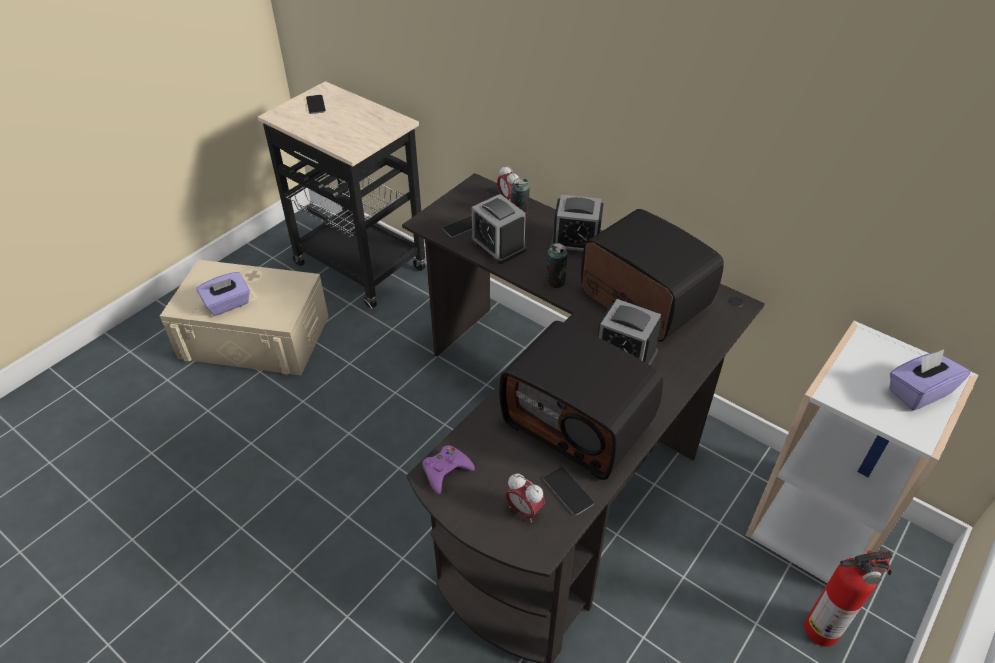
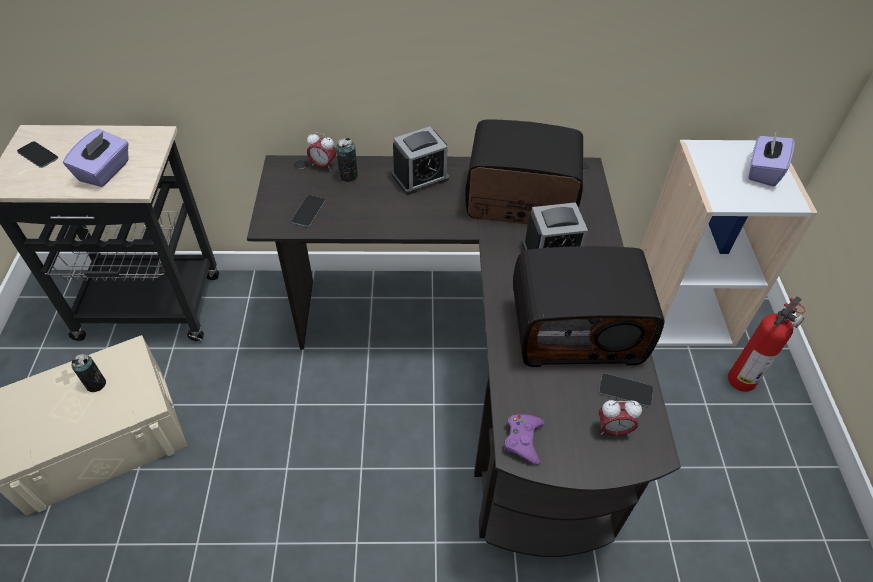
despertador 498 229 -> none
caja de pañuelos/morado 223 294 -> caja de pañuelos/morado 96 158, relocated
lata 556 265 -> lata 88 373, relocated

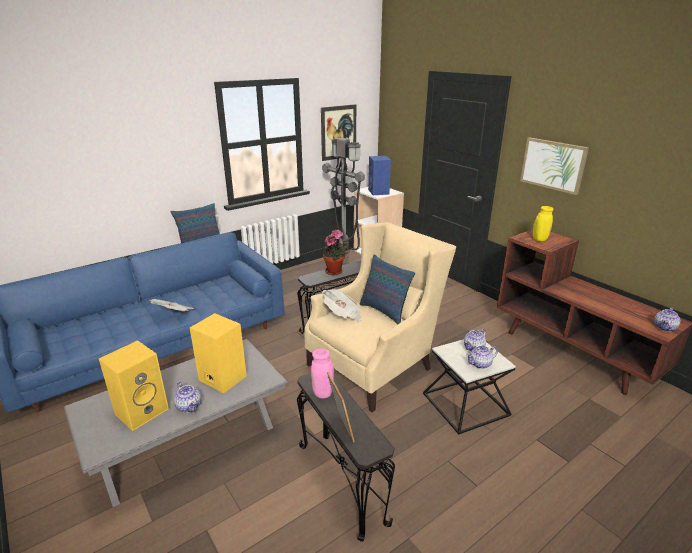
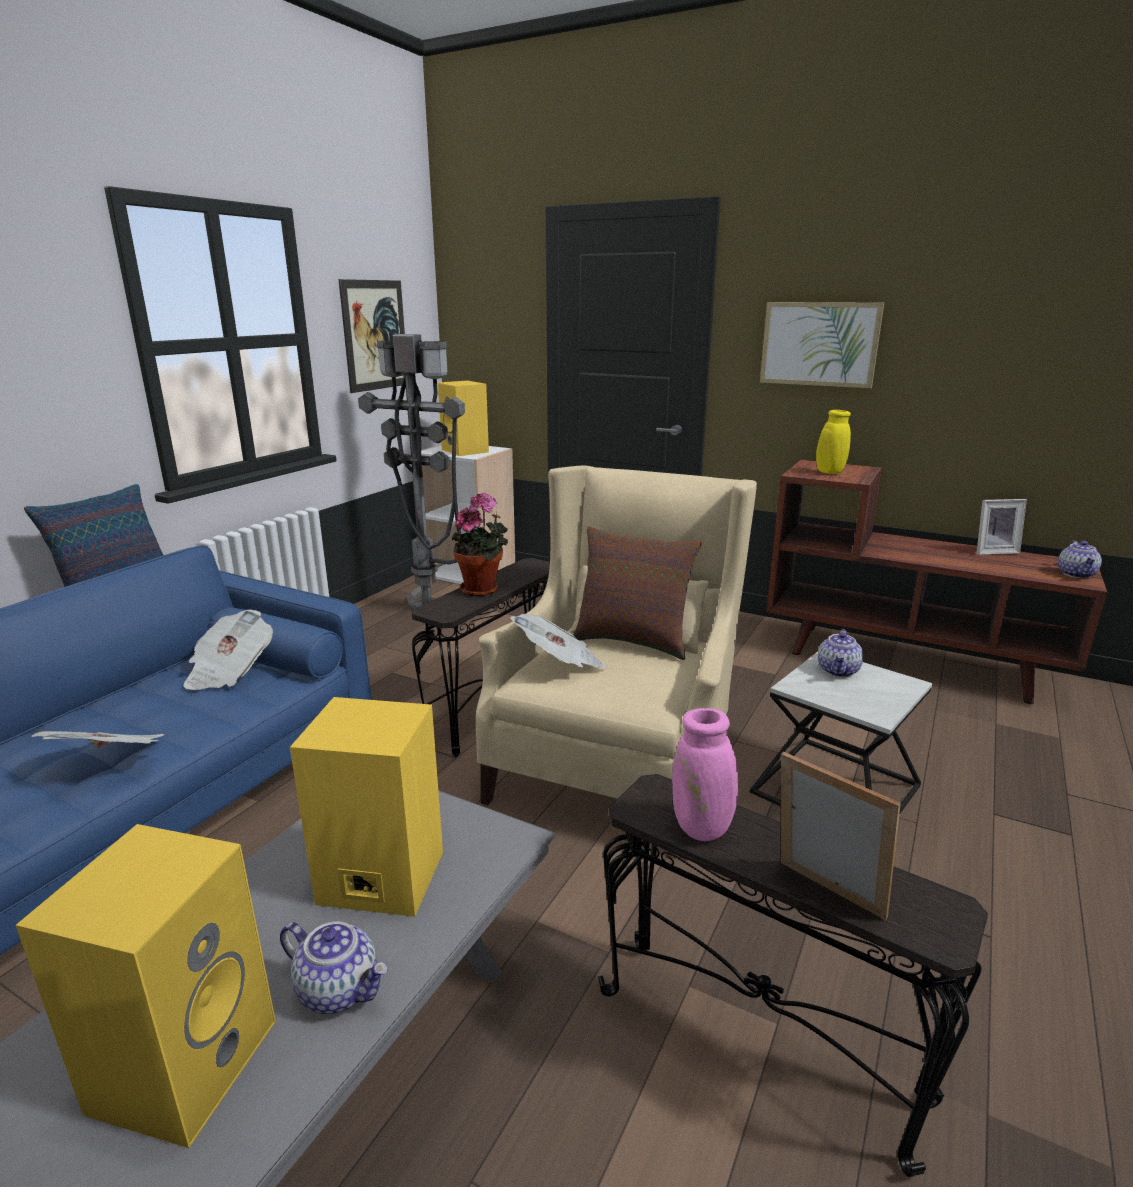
tetera 482 357 -> none
none -> periódico 228 650
none -> portarretratos 1001 527
cojín/azul 387 289 -> cojín/marrón 637 593
altavoz/azul 379 175 -> altavoz/amarillo 463 418

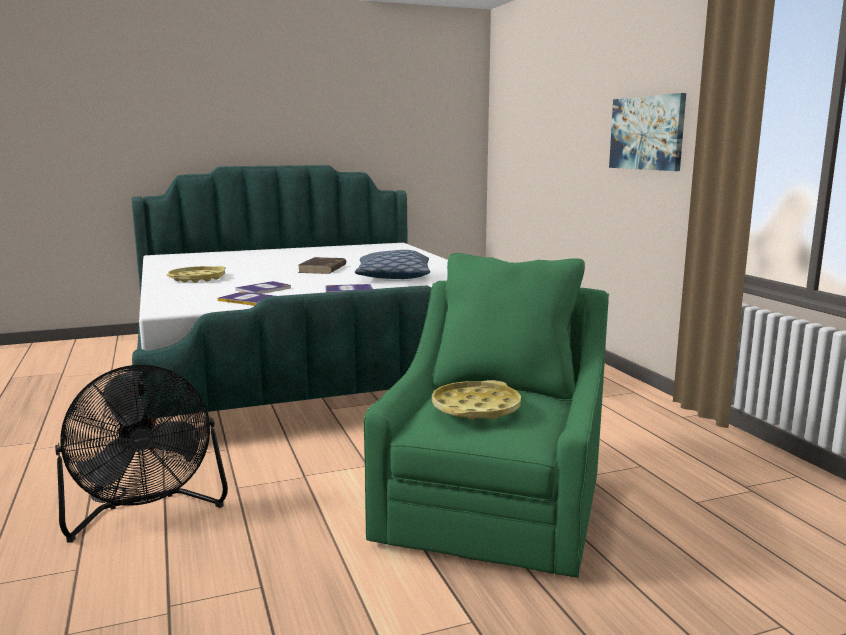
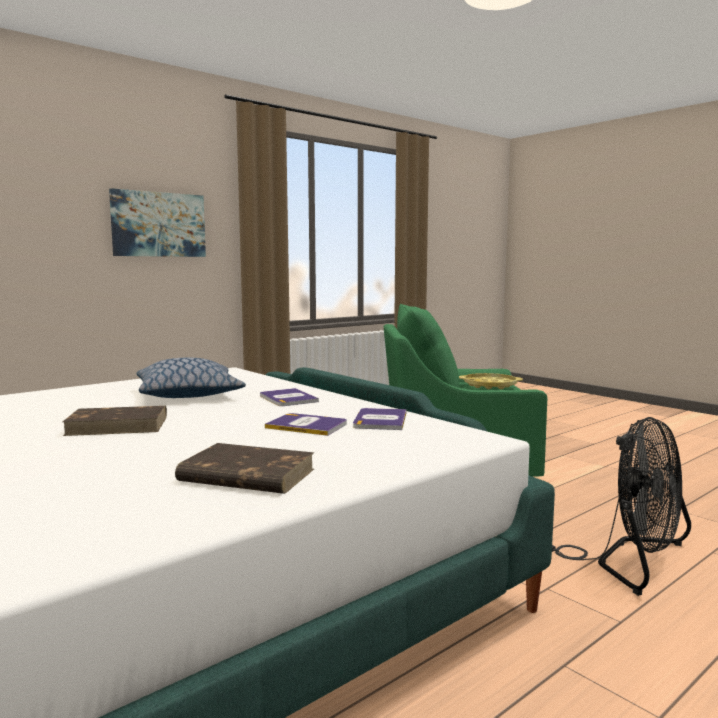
bandeja/amarillo 196 274 -> libro/marrón 244 468
ventilador/negro 141 453 -> ventilador/negro 621 506, 90 degrees clockwise

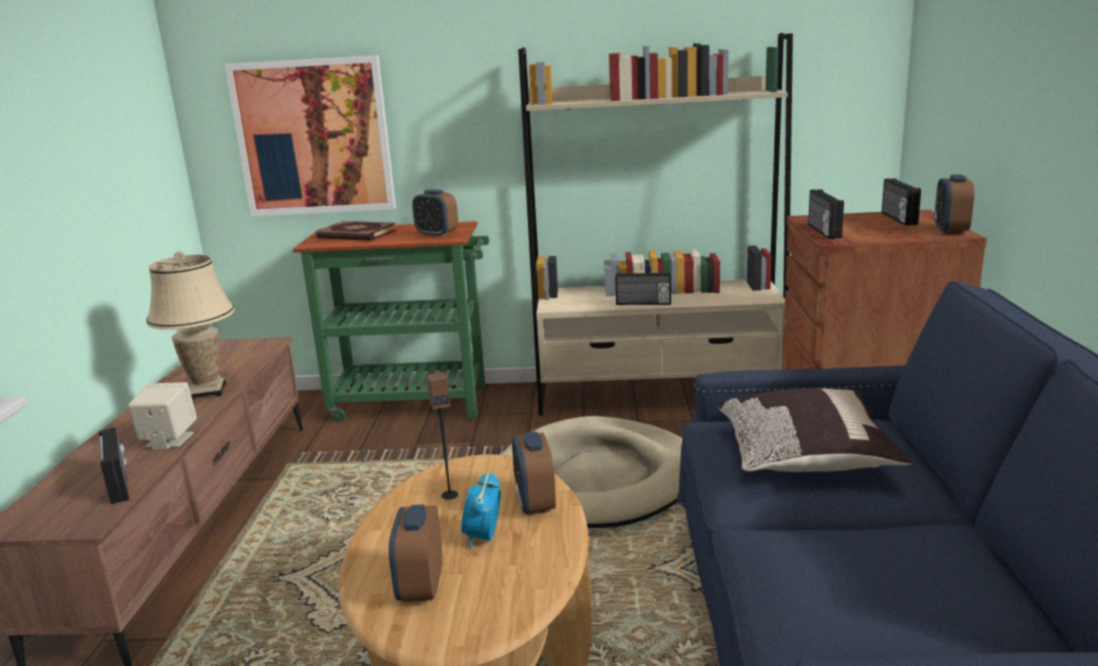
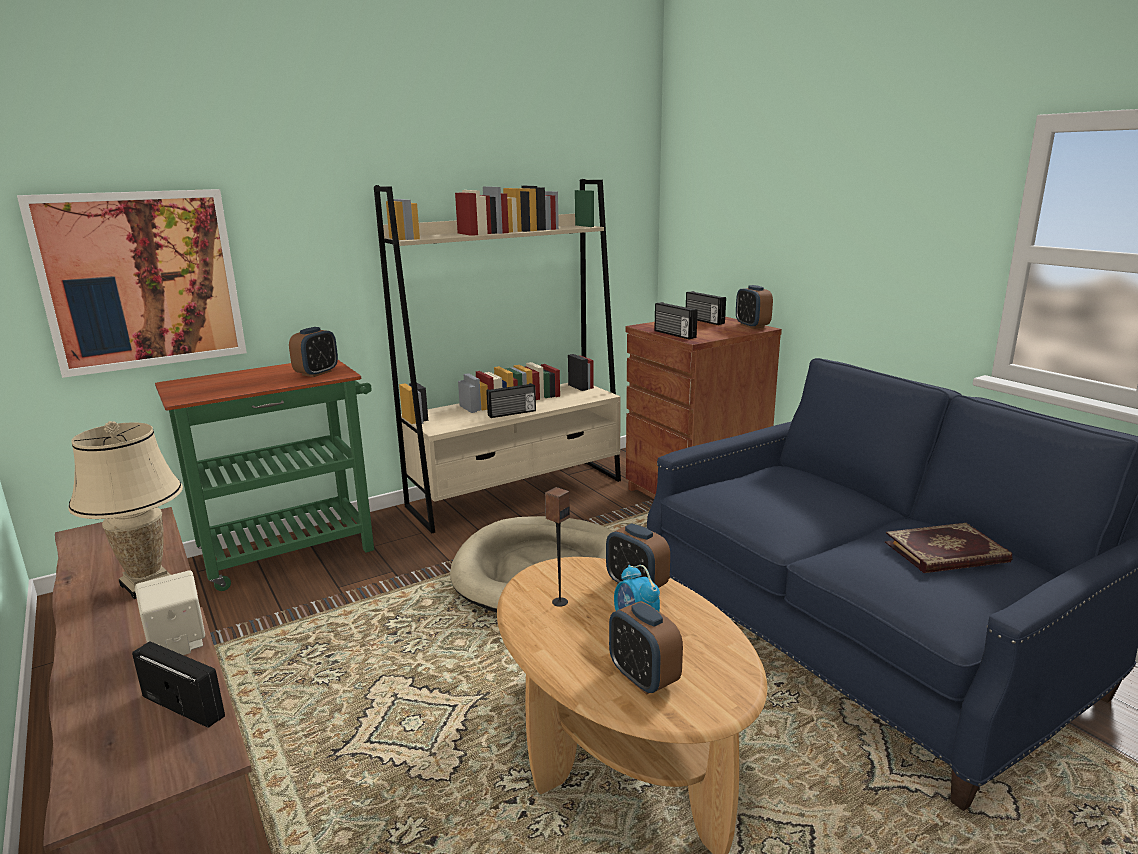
cojín 815 430 -> none
libro 356 231 -> libro 948 548, relocated
despertador 435 213 -> despertador 313 352, 60 degrees counterclockwise

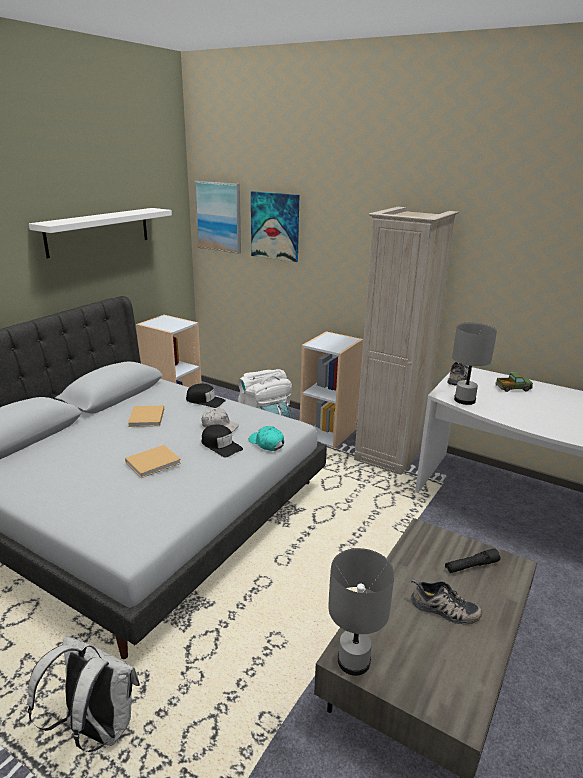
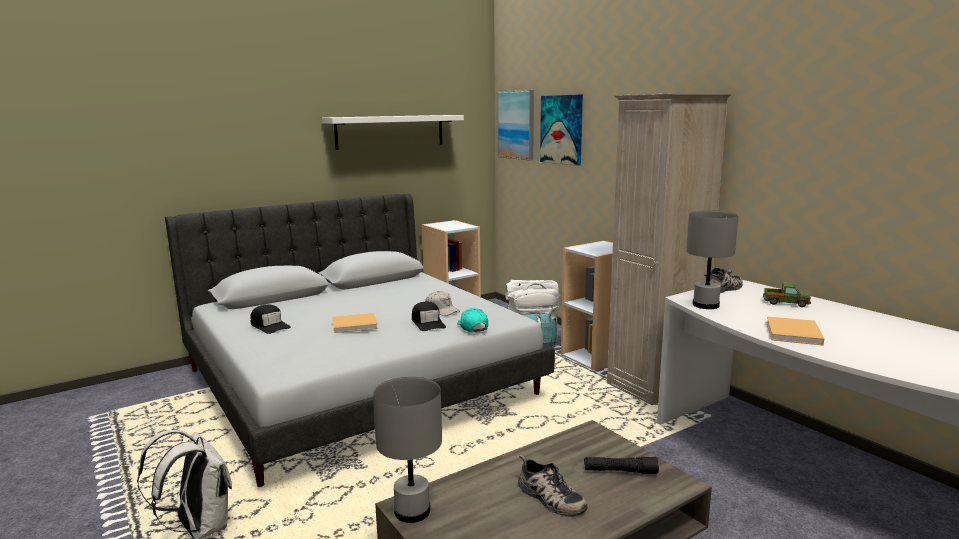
libro/beis 146 416 -> libro/beis 795 331, relocated
gorra/negro 206 395 -> gorra/negro 270 319, relocated

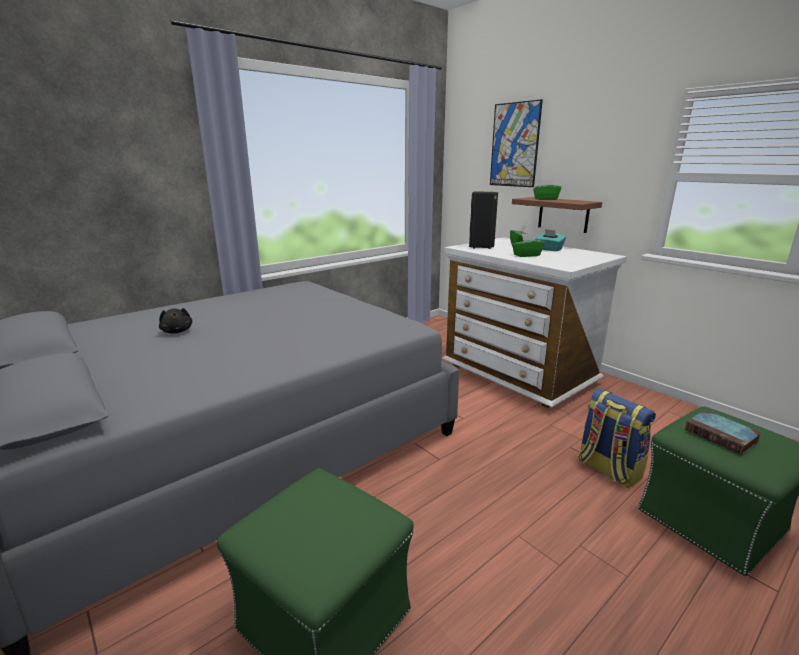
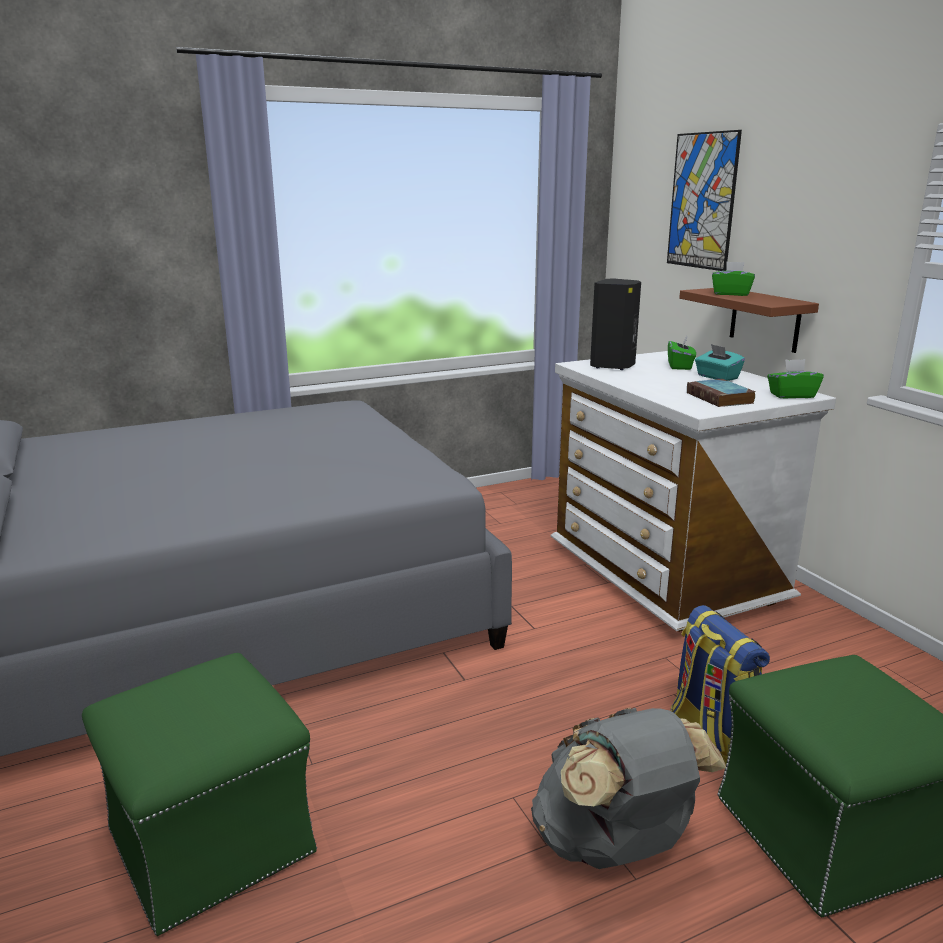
peluche/negro 175 320 -> none
none -> mochila/gris 628 788
caja de pañuelos/verde 528 245 -> caja de pañuelos/verde 795 378, relocated
libro 723 432 -> libro 721 393, relocated

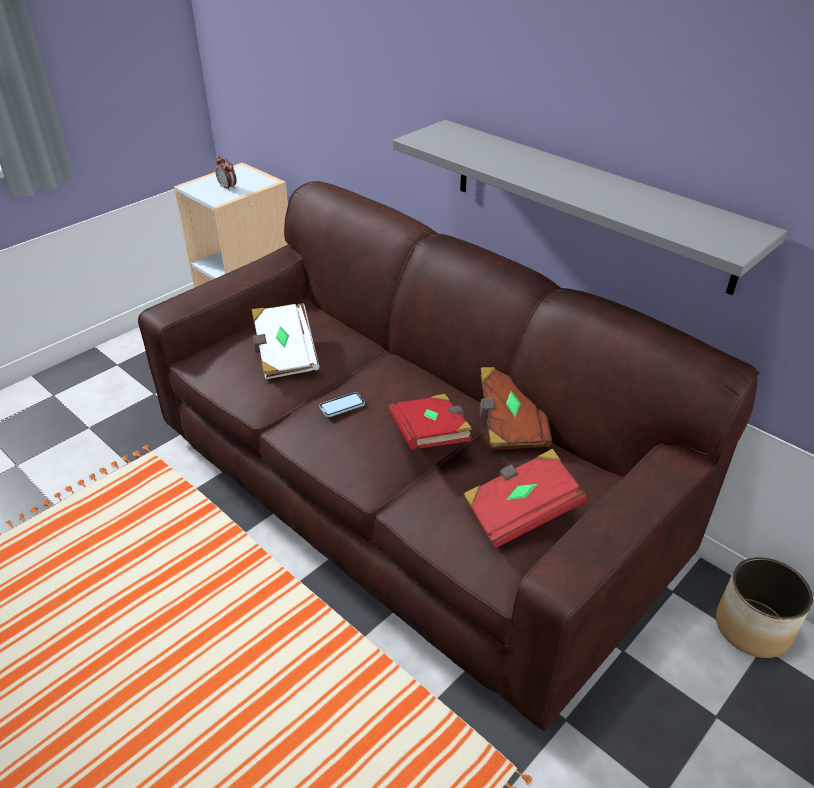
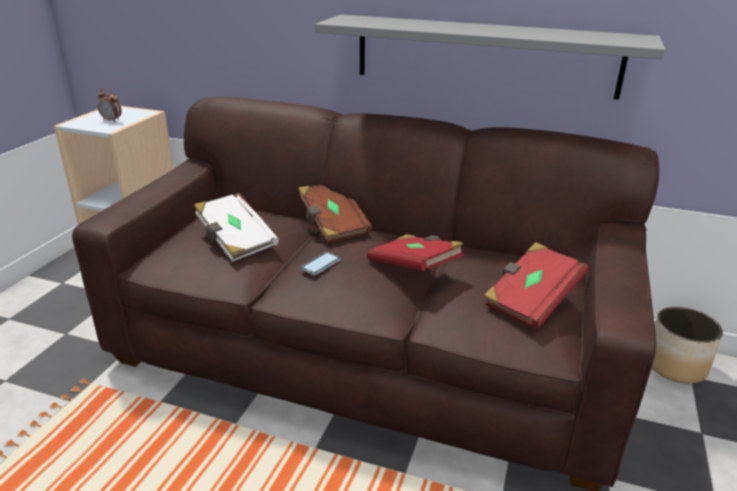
libro/marrón 516 408 -> libro/marrón 335 214, relocated

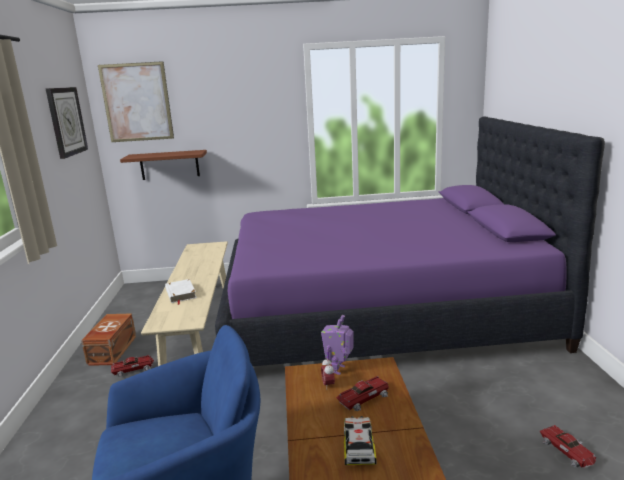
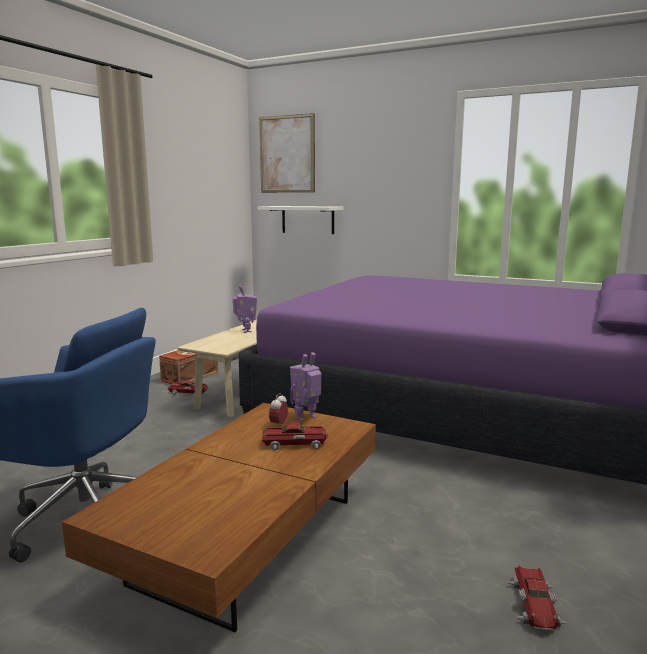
reloj de pared 67 123 -> none
coche de juguete 360 440 -> none
libro/blanco 181 292 -> robot de juguete 245 309
estante/marrón 163 165 -> estante/blanco 300 220

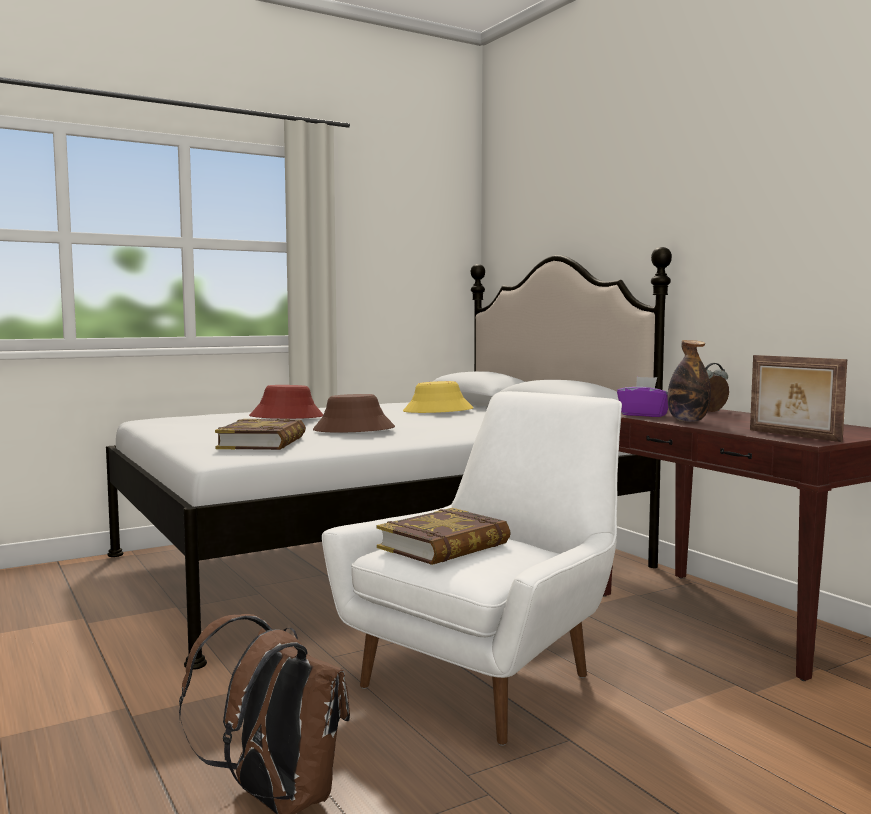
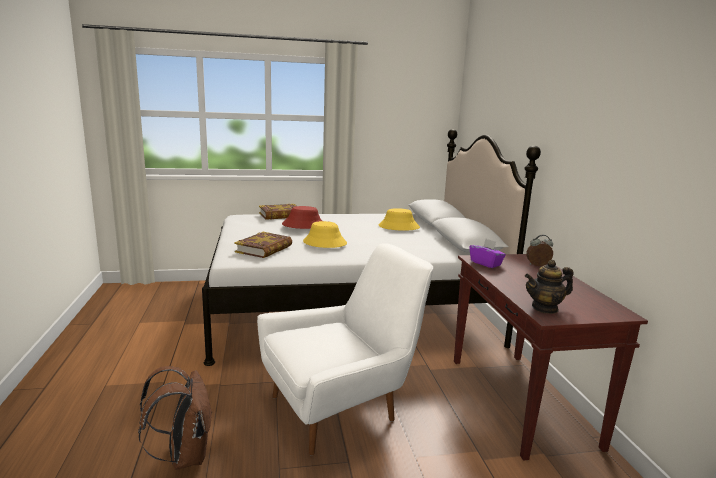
botella 689 381 -> none
libro 444 536 -> libro 278 212, relocated
portarretratos 798 398 -> tetera 549 287
sombrero/marrón 354 413 -> sombrero/amarillo 325 234

